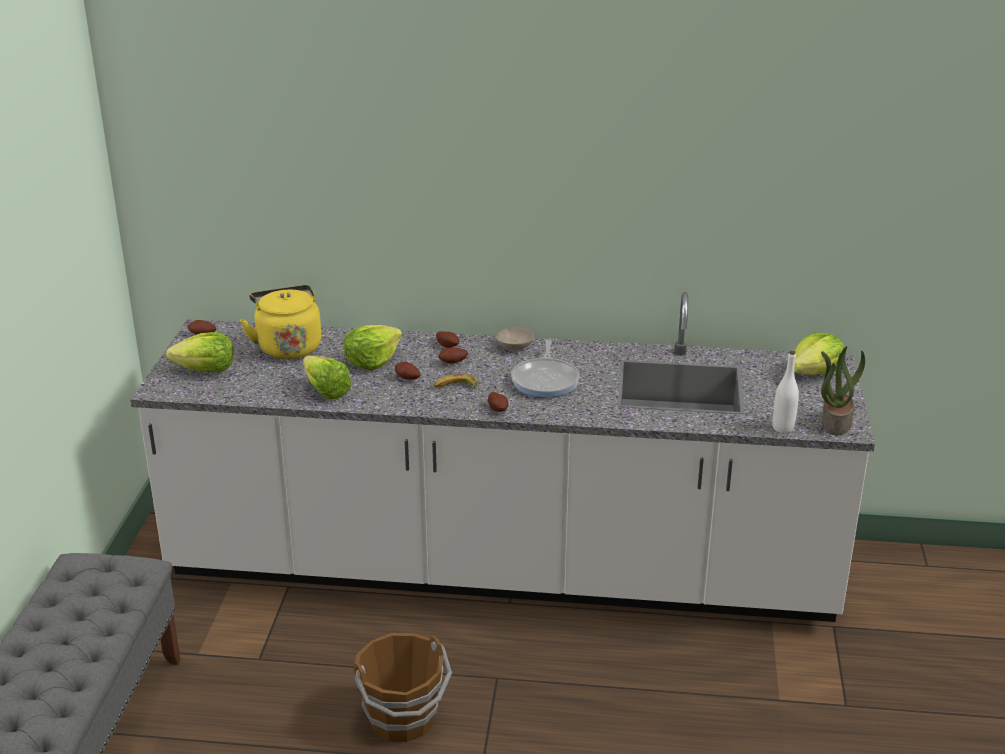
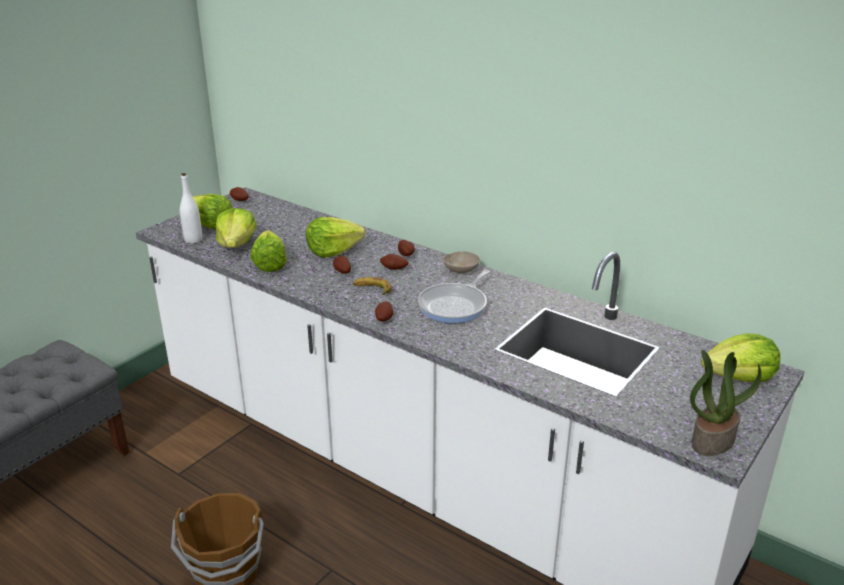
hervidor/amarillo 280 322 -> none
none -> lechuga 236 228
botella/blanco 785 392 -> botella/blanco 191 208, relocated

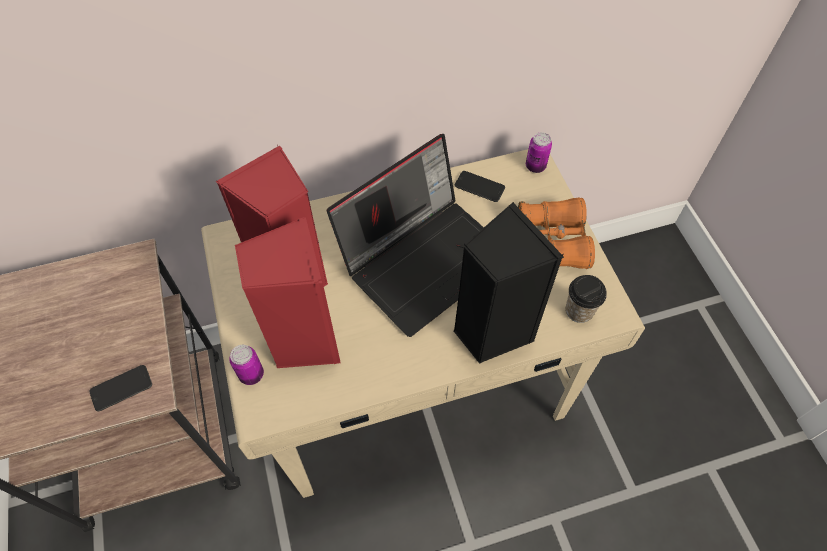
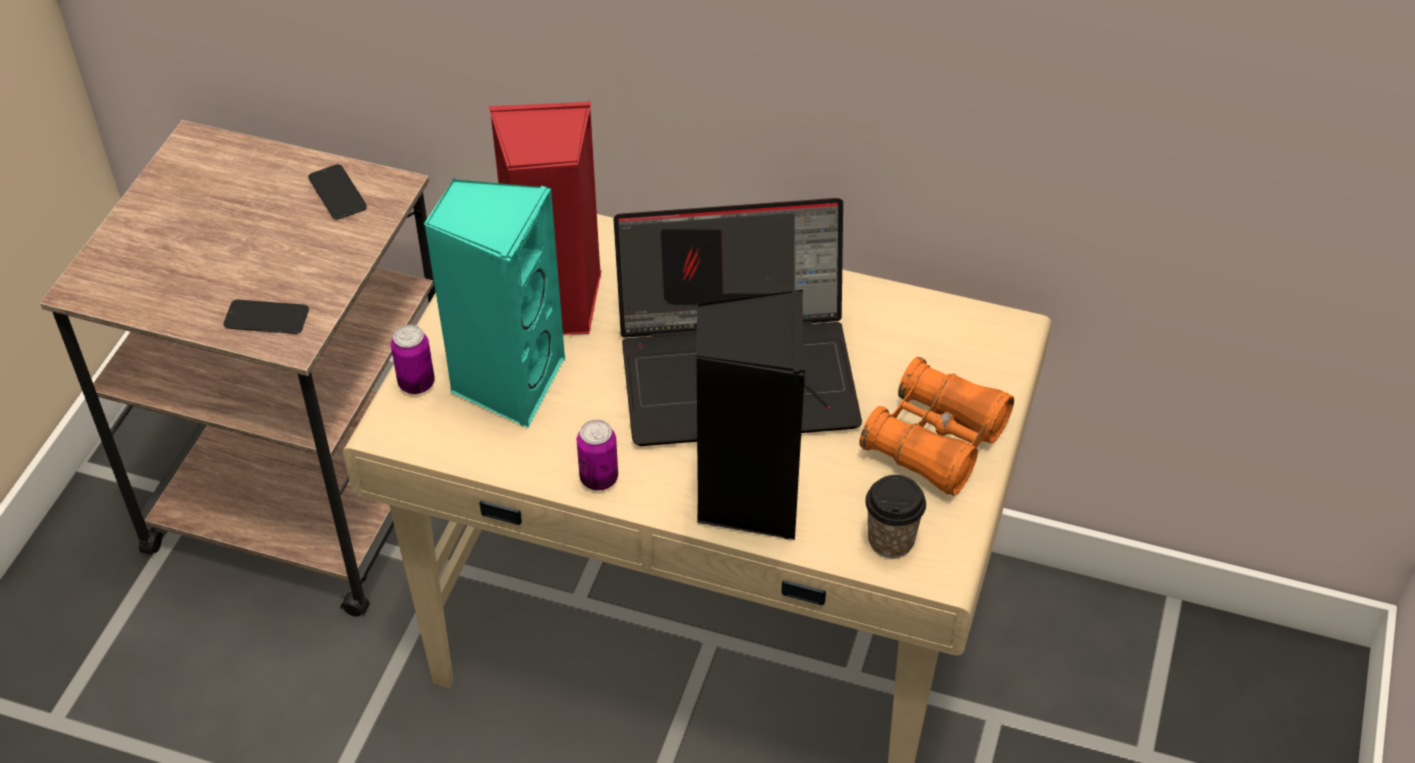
móvil 480 186 -> móvil 337 192, relocated
lata 539 152 -> lata 597 455, relocated
altavoz/rojo 288 292 -> altavoz/turquesa 494 302

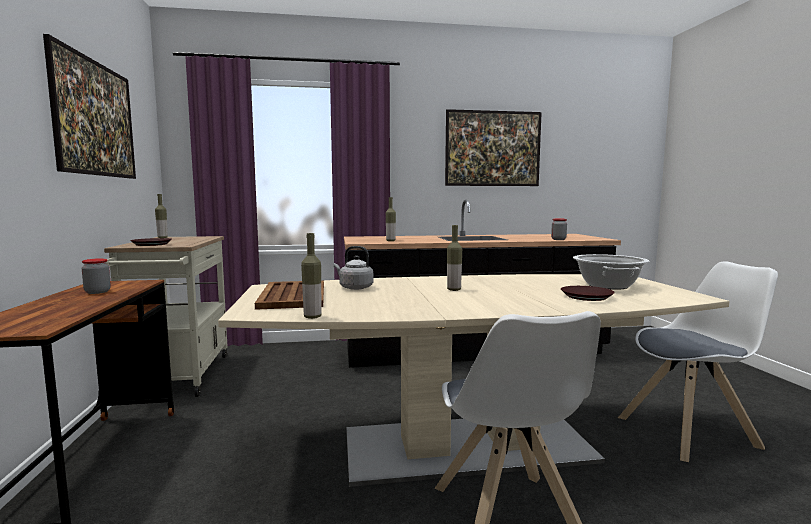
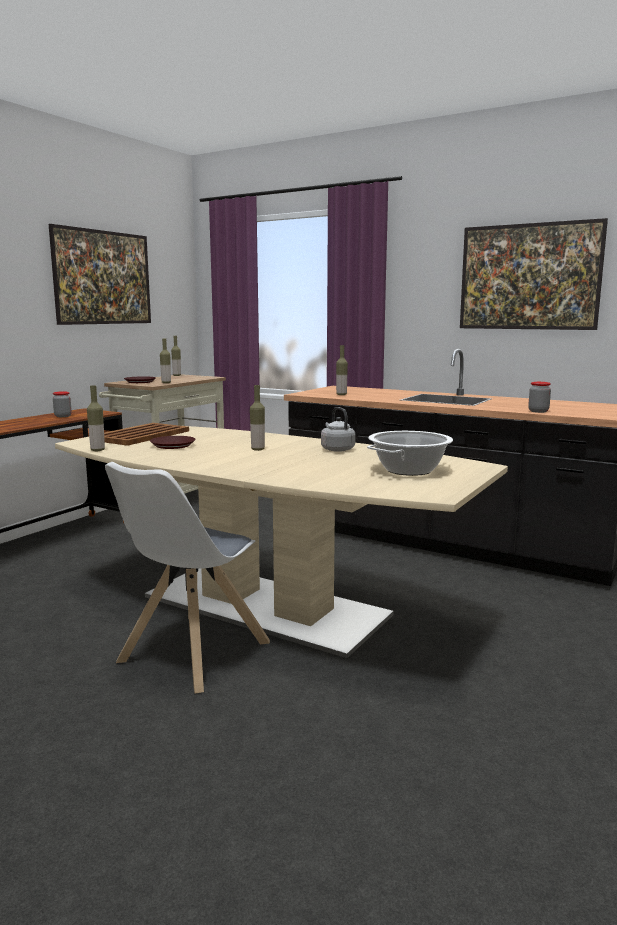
silla 698 361 -> none
none -> botella 165 360
hervidor/gris 353 268 -> hervidor/gris 338 429, relocated
plato/marrón 588 293 -> plato/marrón 173 442, relocated

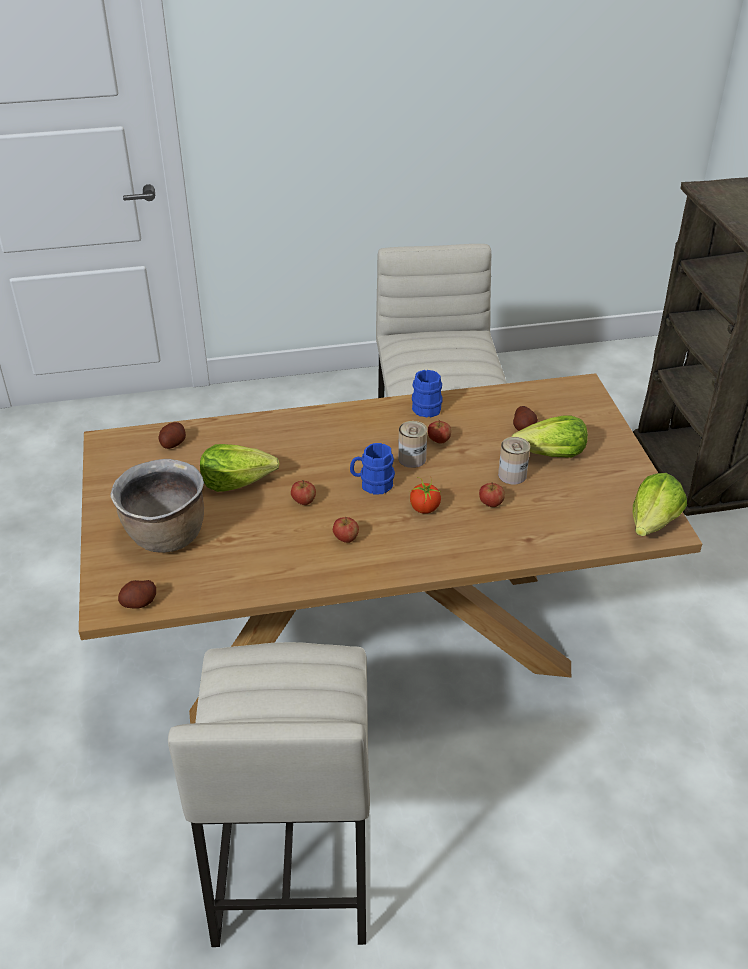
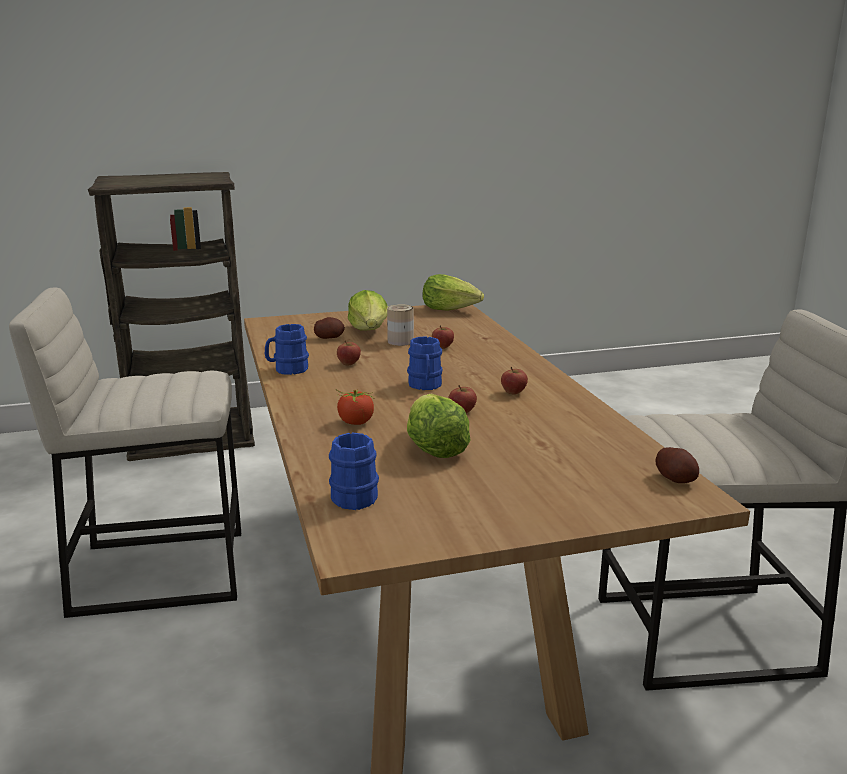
olla/marrón 157 506 -> none
lata 412 444 -> none
tomate 425 495 -> tomate 355 407, relocated
patata 172 435 -> taza grande/azul 354 471

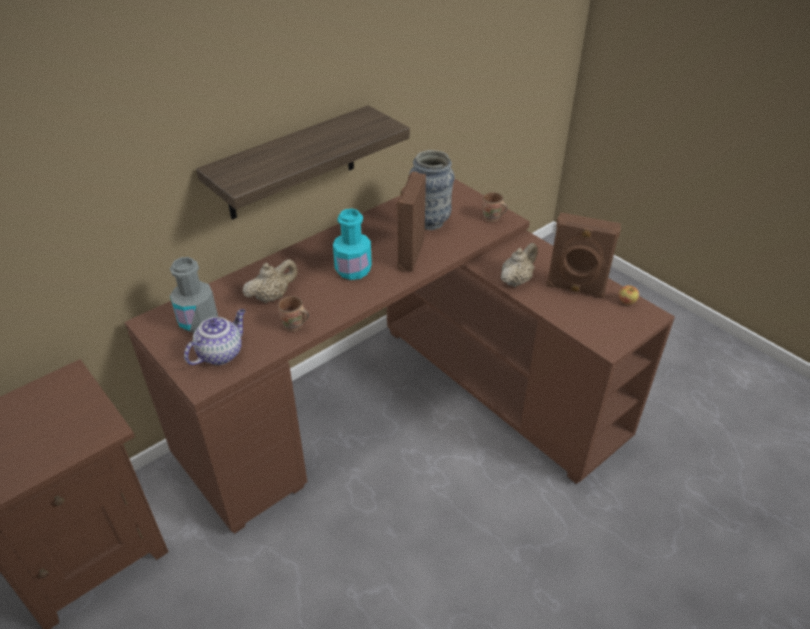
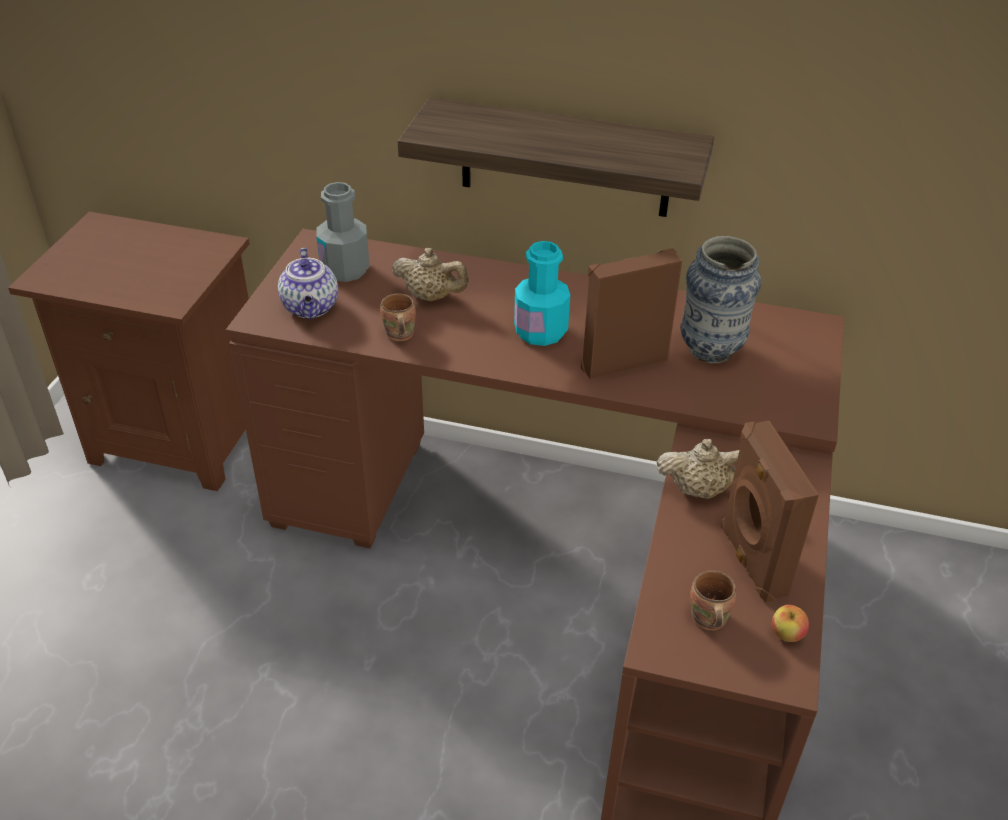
taza grande/marrón 495 207 -> taza grande/marrón 713 600, relocated
tetera 214 337 -> tetera 308 283, 75 degrees clockwise

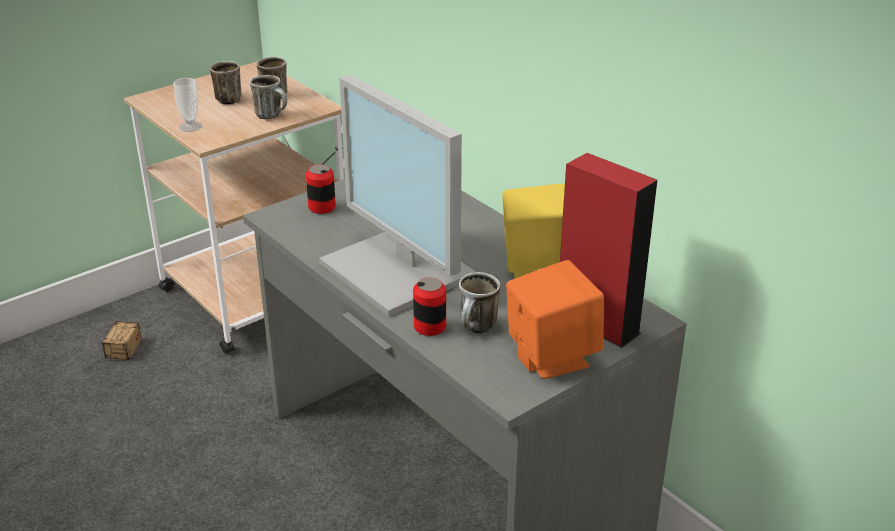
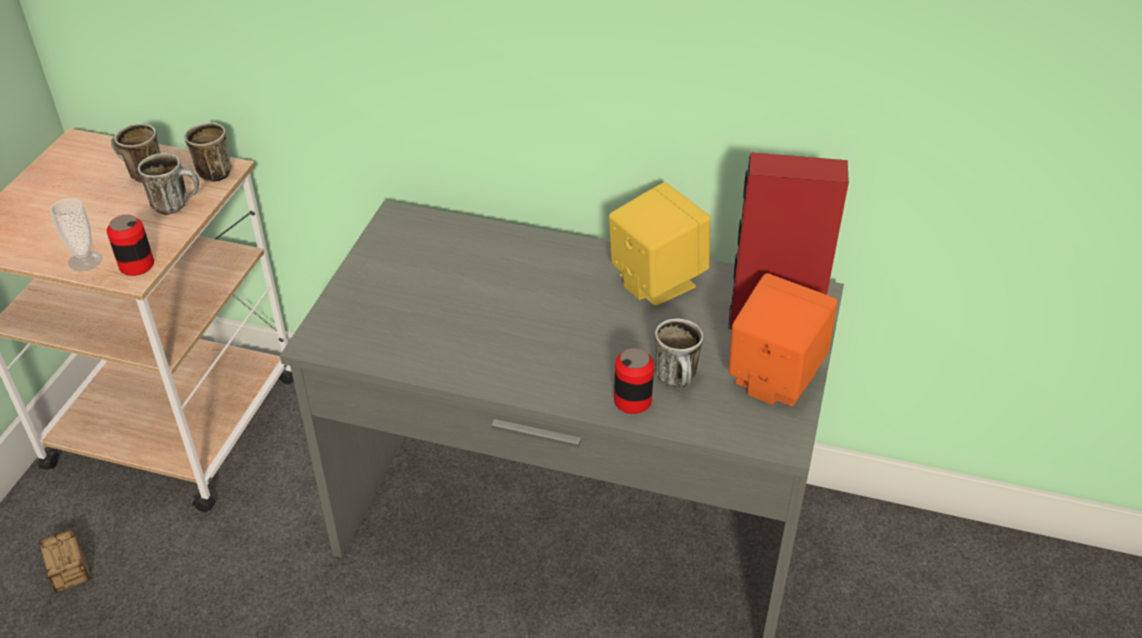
monitor 397 195 -> none
taza grande 226 83 -> taza grande 208 152, relocated
lata 321 189 -> lata 130 245, relocated

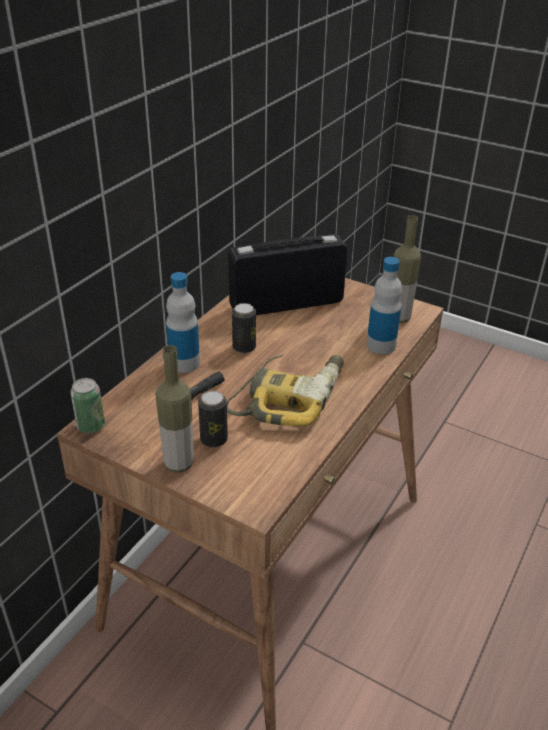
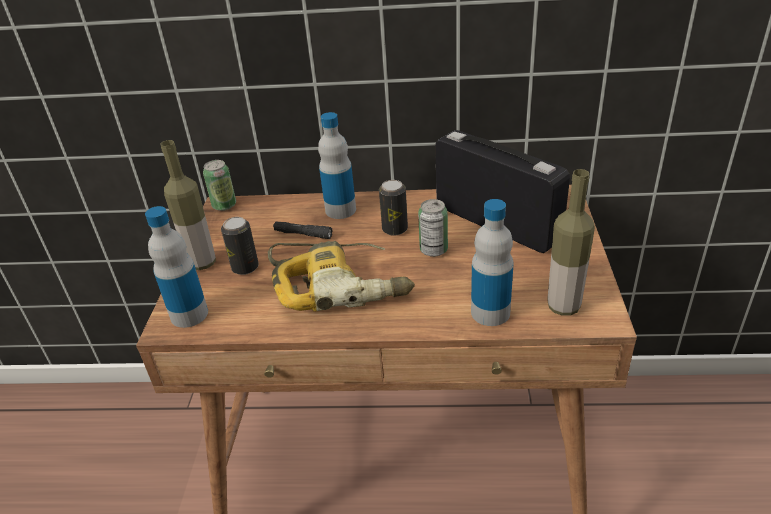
none -> botella 176 267
none -> lata 433 228

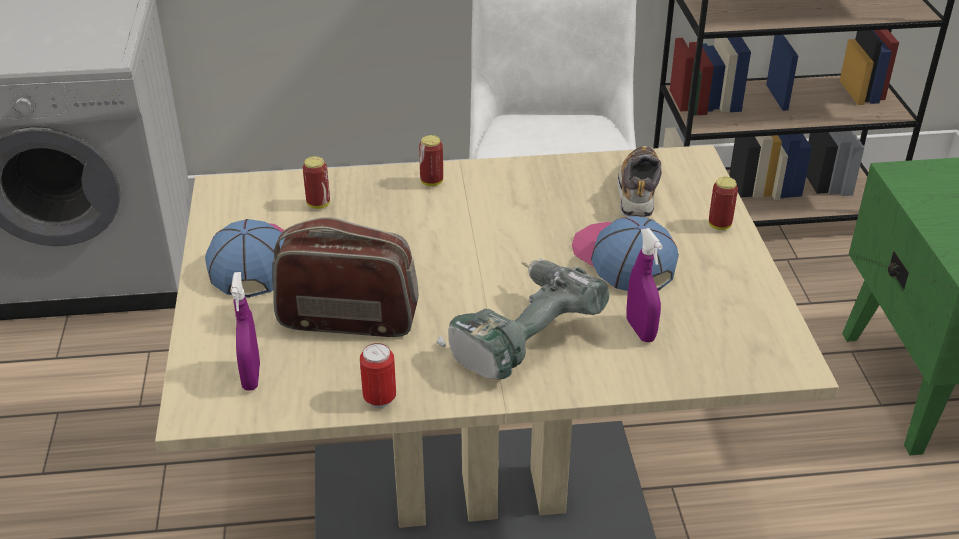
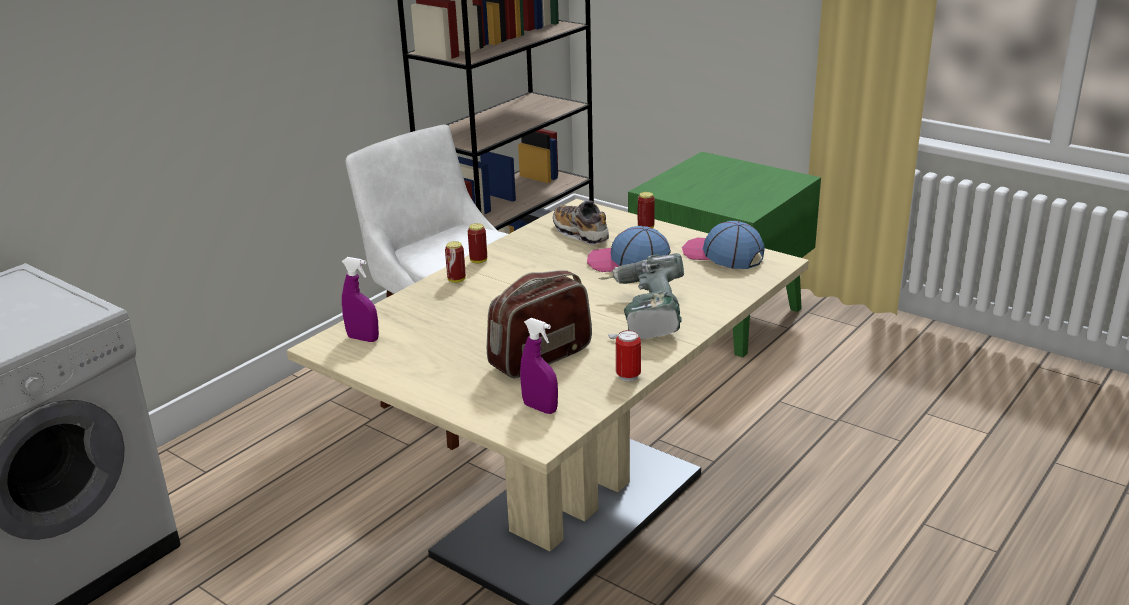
gorra 245 258 -> gorra 723 245, relocated
lata 316 182 -> lata 477 243, relocated
pulverizador/morado 644 285 -> pulverizador/morado 360 299, relocated

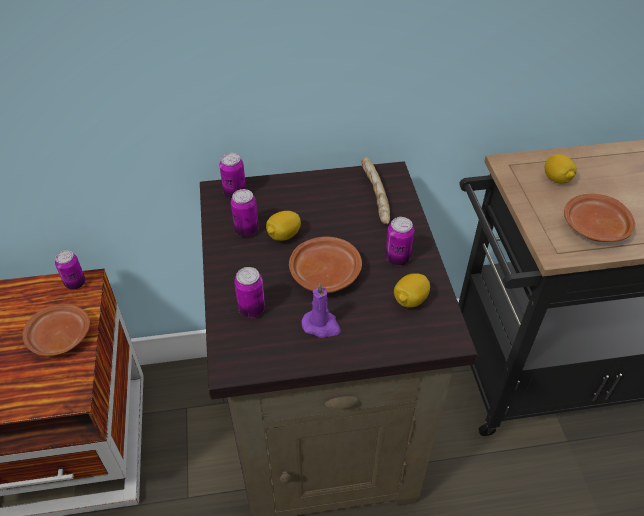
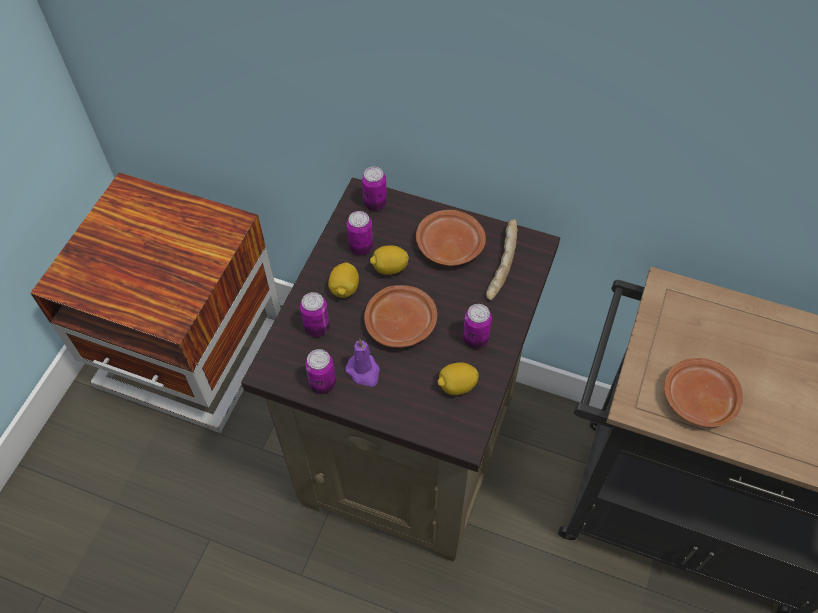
plato/marrón 56 330 -> plato/marrón 451 238, relocated
lata 70 270 -> lata 320 371, relocated
limón 561 169 -> limón 343 280, relocated

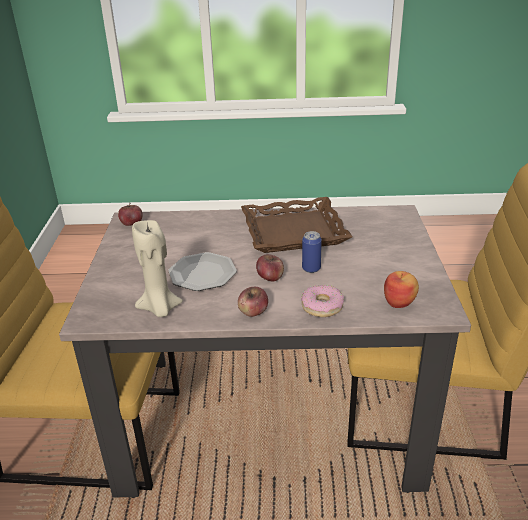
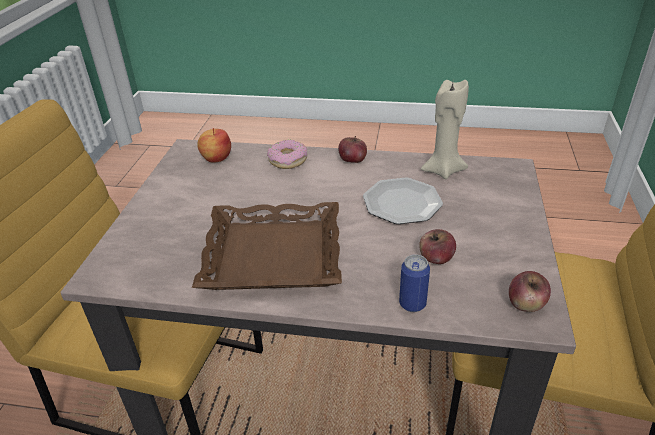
manzana 270 267 -> manzana 437 246, relocated
lata 312 252 -> lata 414 283, relocated

